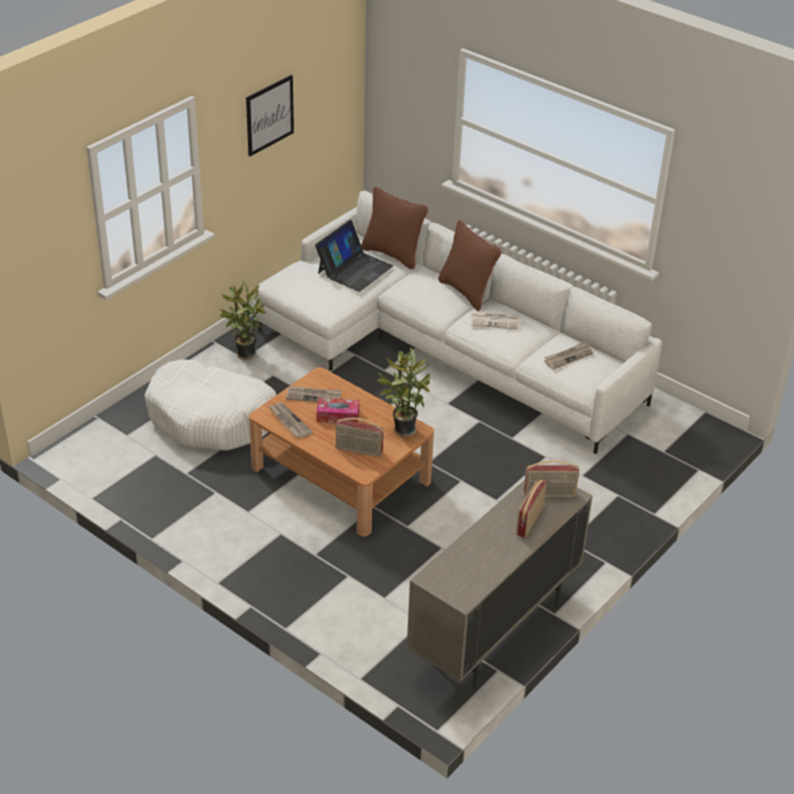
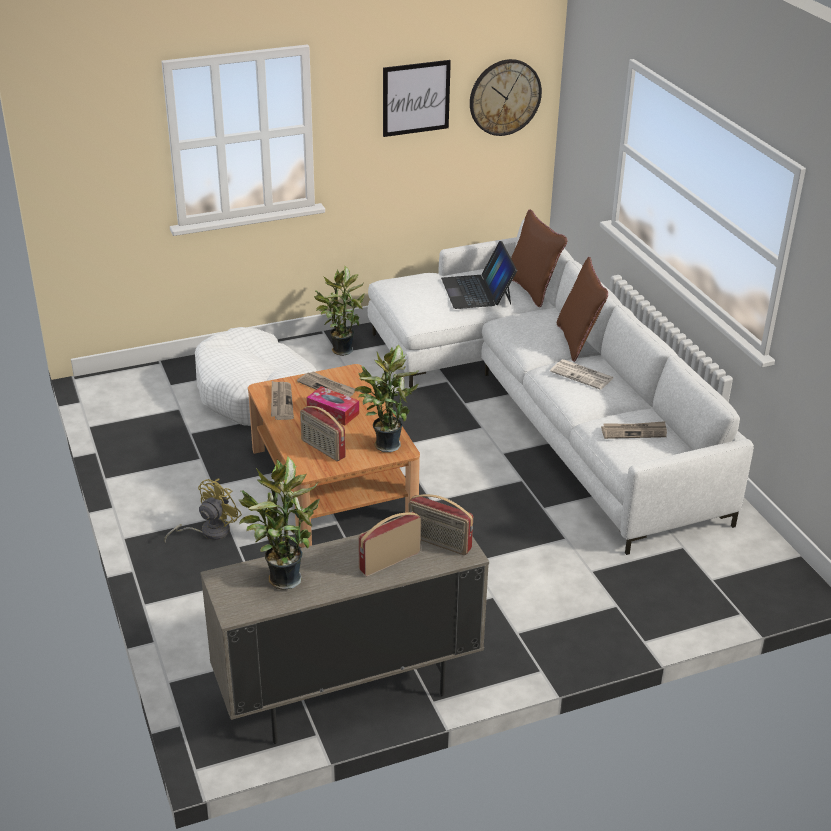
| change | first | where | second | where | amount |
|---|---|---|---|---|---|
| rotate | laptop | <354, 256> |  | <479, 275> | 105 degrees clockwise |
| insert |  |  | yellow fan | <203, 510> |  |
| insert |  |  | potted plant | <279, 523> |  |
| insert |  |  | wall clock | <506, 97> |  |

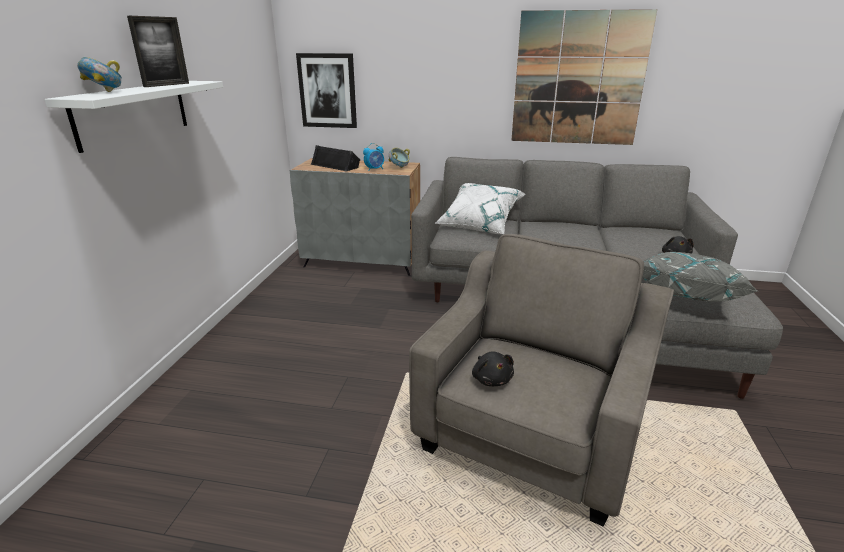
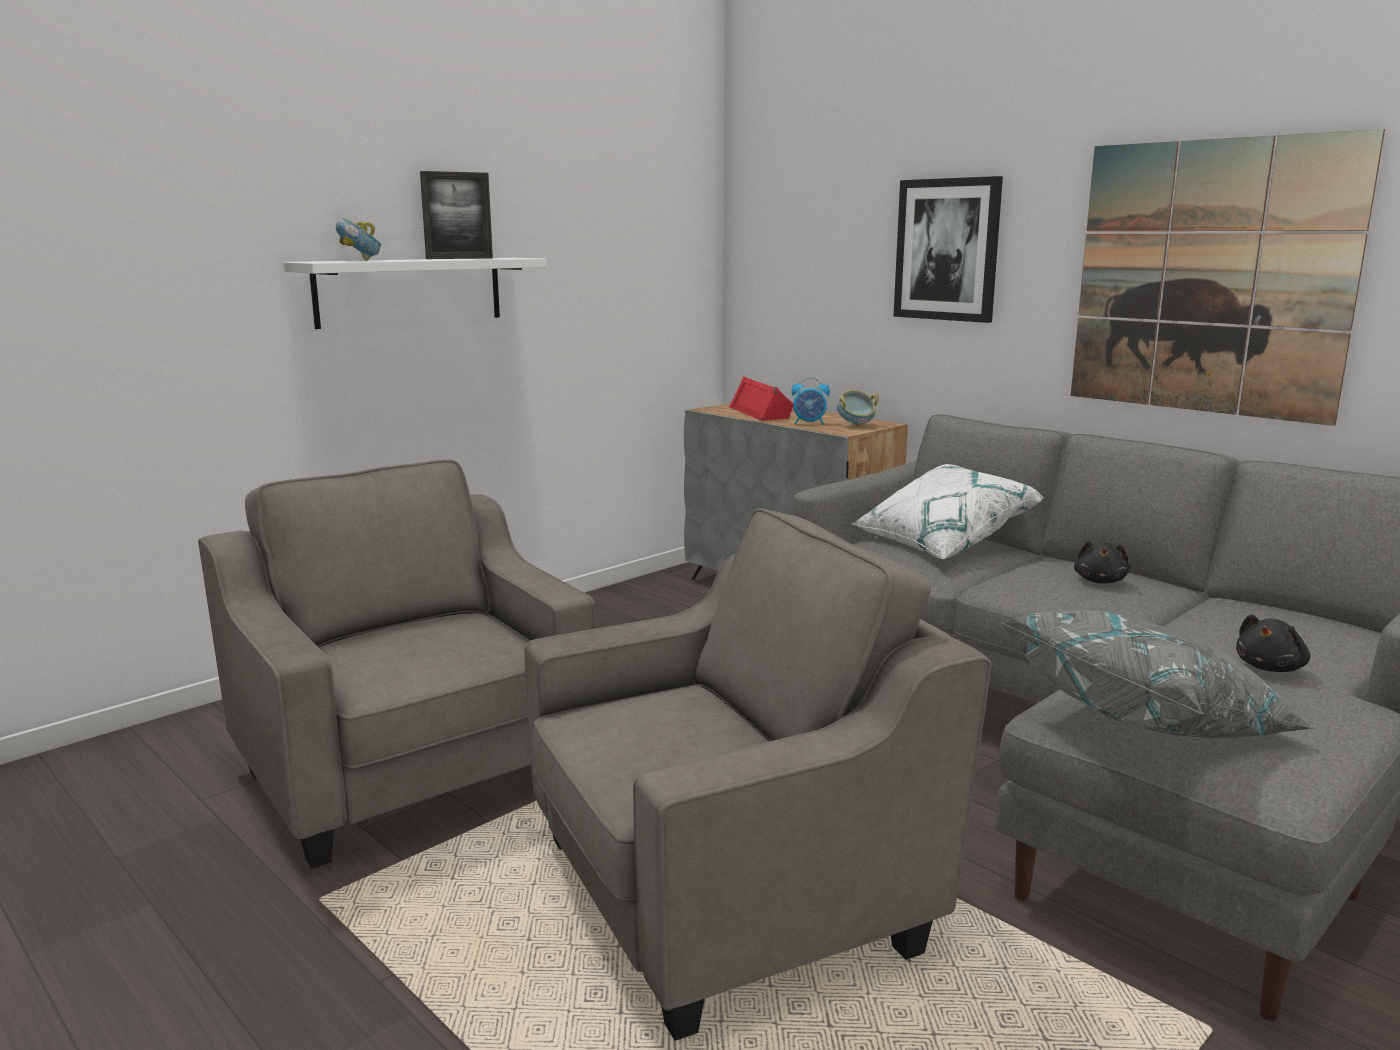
| change | first | where | second | where | amount |
|---|---|---|---|---|---|
| move | picture | <326, 90> |  | <948, 249> |  |
| recolor | black speaker | <335, 158> | red speaker | <761, 398> |  |
| move | black plush toy | <493, 368> |  | <1102, 562> |  |
| insert |  |  | grey armchair | <397, 664> |  |

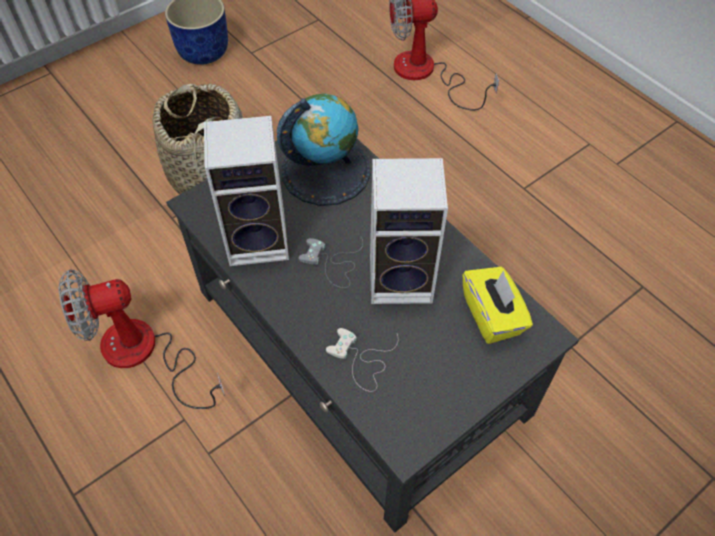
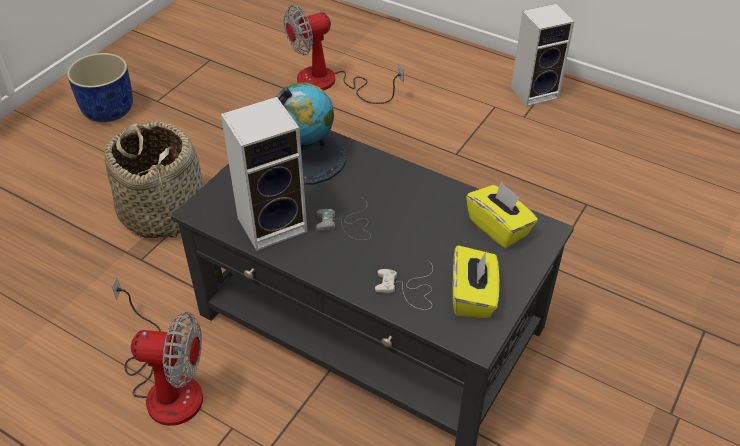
| change | first | where | second | where | amount |
|---|---|---|---|---|---|
| rotate | fan | <142, 339> |  | <157, 351> | 135 degrees counterclockwise |
| move | speaker | <409, 231> |  | <542, 55> |  |
| insert |  |  | yellow tissue box | <476, 281> |  |

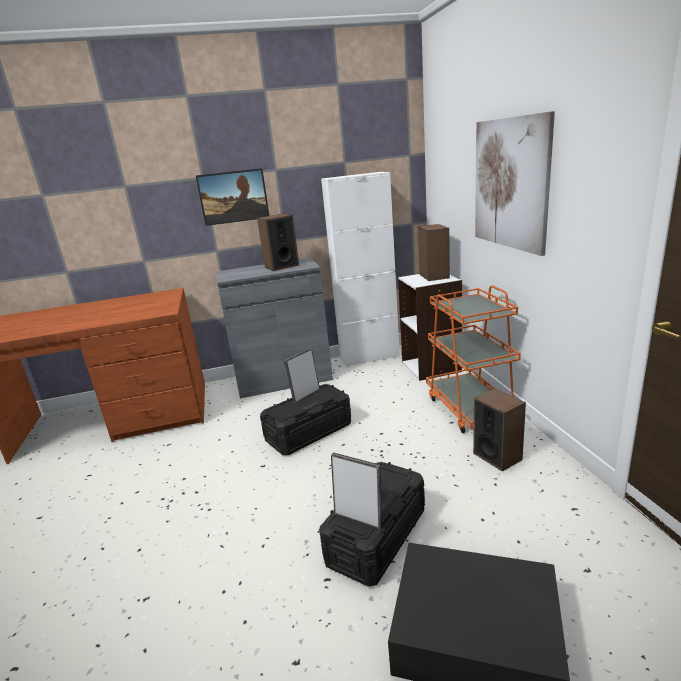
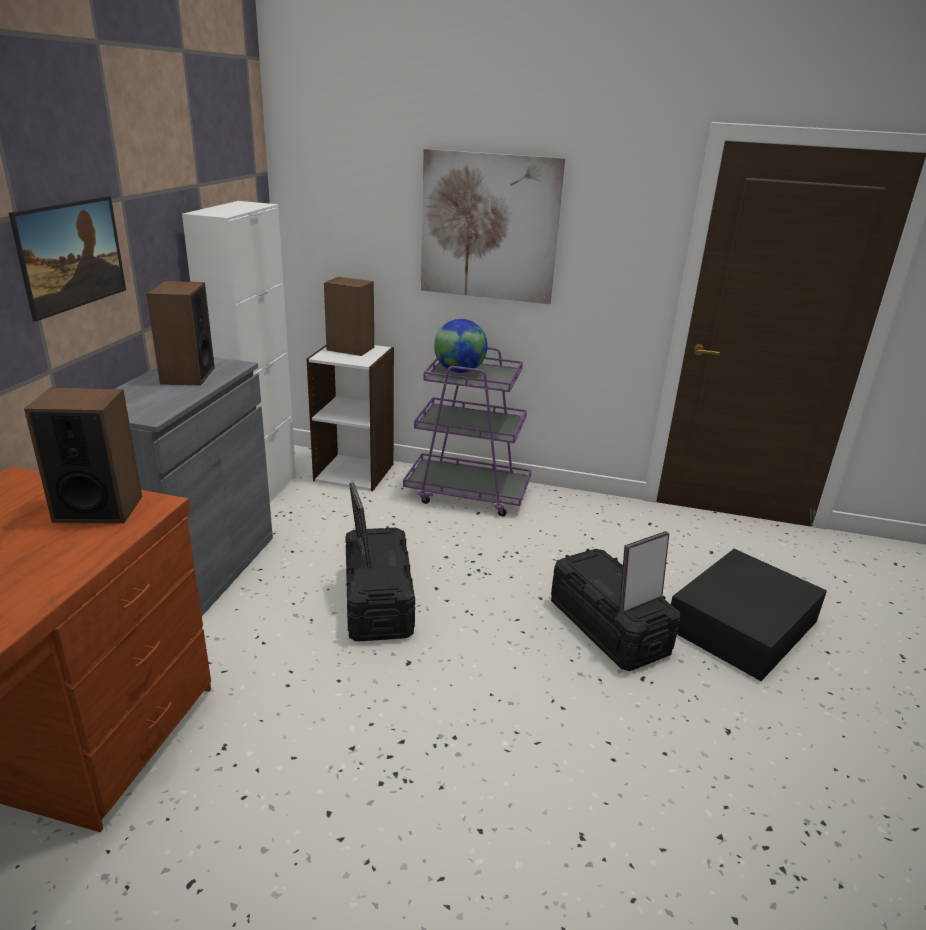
| change | first | where | second | where | amount |
|---|---|---|---|---|---|
| recolor | orange cart | <473, 359> | purple cart | <467, 432> |  |
| move | speaker | <499, 430> |  | <83, 455> |  |
| insert |  |  | globe | <461, 346> |  |

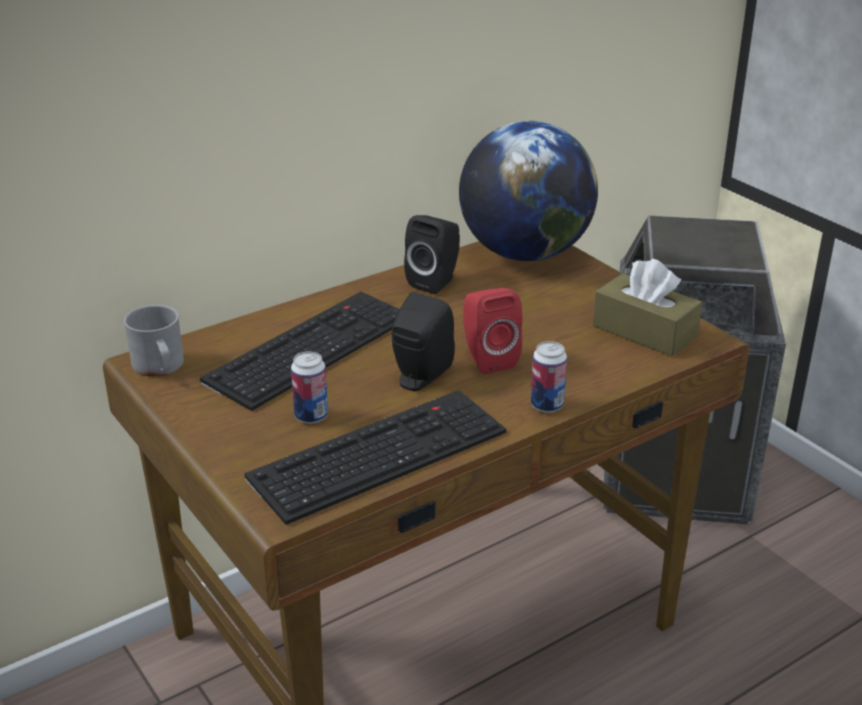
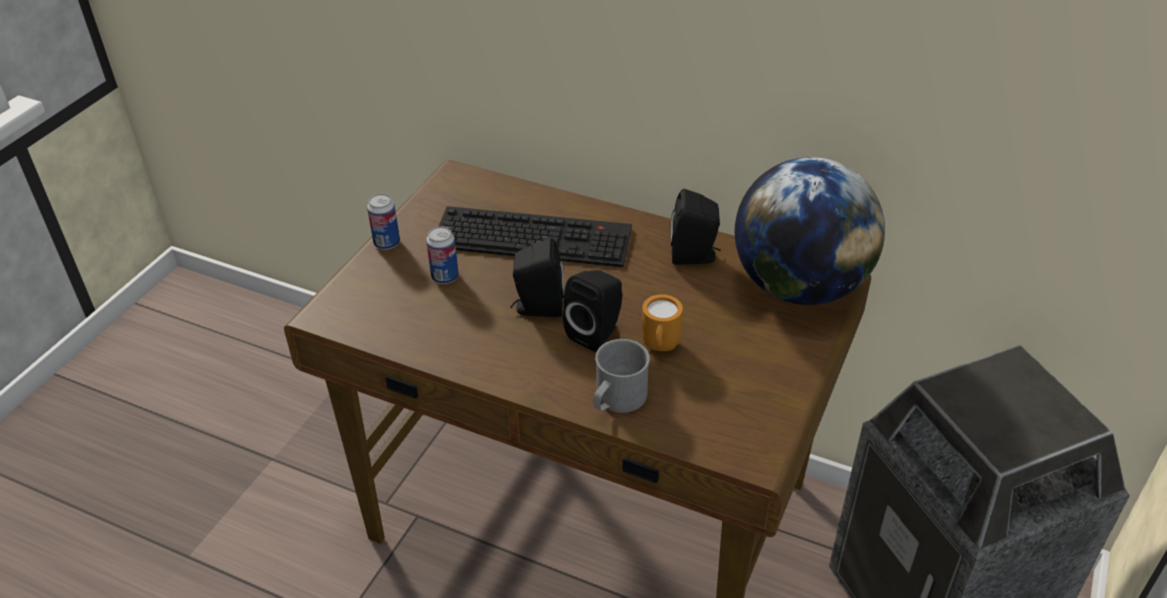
| change | first | where | second | where | amount |
|---|---|---|---|---|---|
| move | grey mug | <154, 340> |  | <622, 376> |  |
| delete | keyboard | <375, 457> |  |  |  |
| recolor | red speaker | <492, 331> | black speaker | <592, 311> |  |
| move | can | <549, 377> |  | <383, 222> |  |
| delete | brown tissue box | <647, 308> |  |  |  |
| insert |  |  | orange mug | <662, 322> |  |

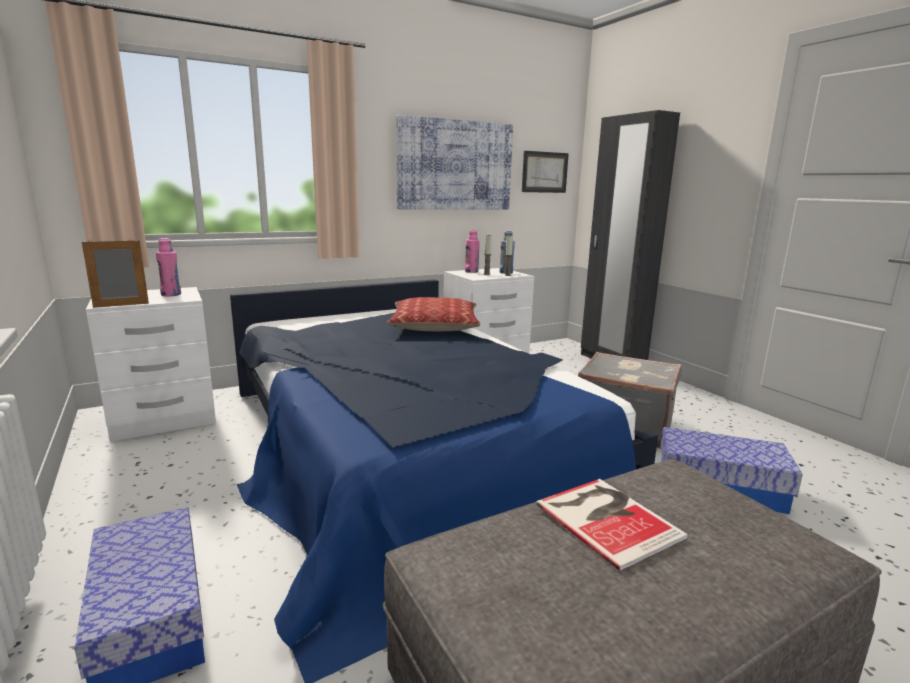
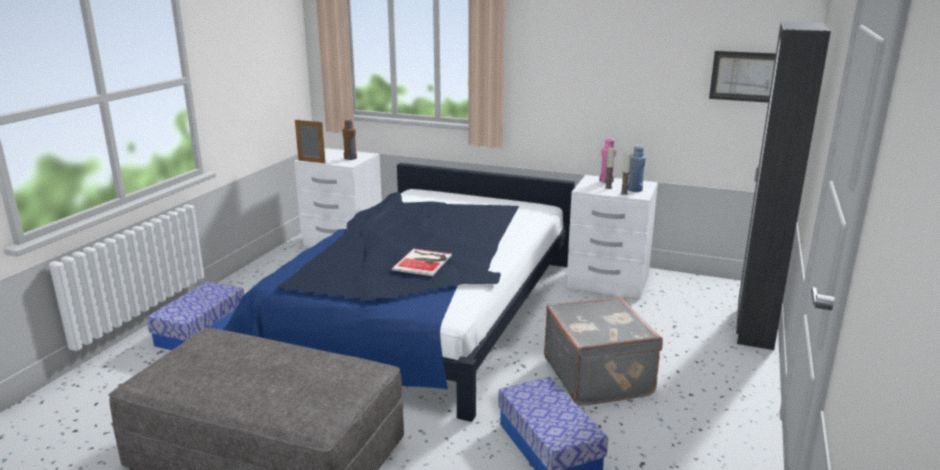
| change | first | where | second | where | amount |
|---|---|---|---|---|---|
| recolor | pink bottle | <168, 267> | brown bottle | <349, 139> |  |
| delete | pillow | <433, 314> |  |  |  |
| delete | picture | <454, 162> |  |  |  |
| move | book | <612, 525> |  | <421, 262> |  |

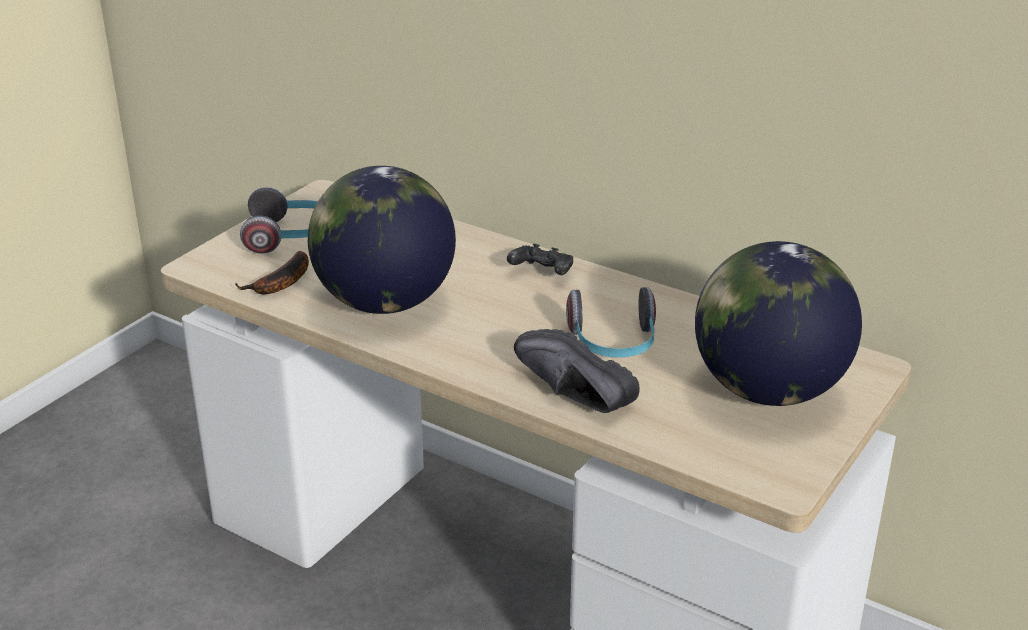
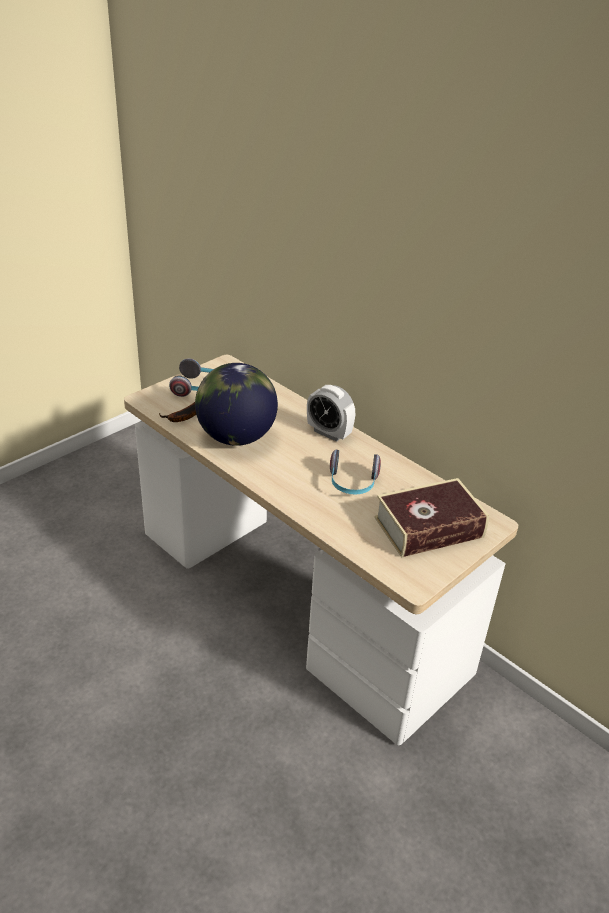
| change | first | where | second | where | amount |
|---|---|---|---|---|---|
| replace | black game controller | <540, 259> | alarm clock | <331, 413> |  |
| delete | black shoe | <577, 371> |  |  |  |
| replace | globe | <778, 323> | book | <432, 518> |  |

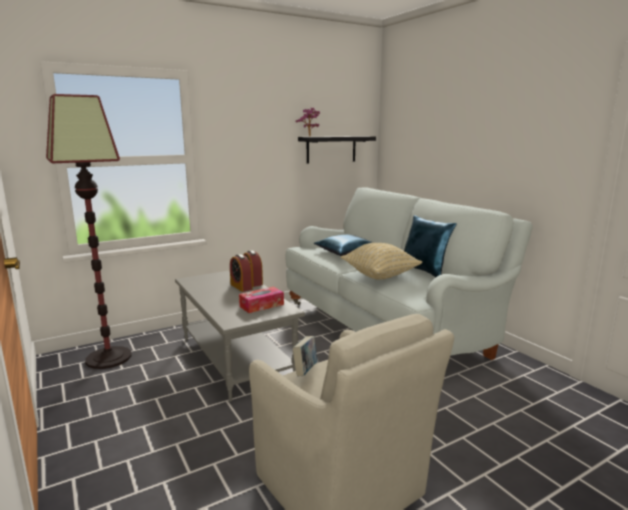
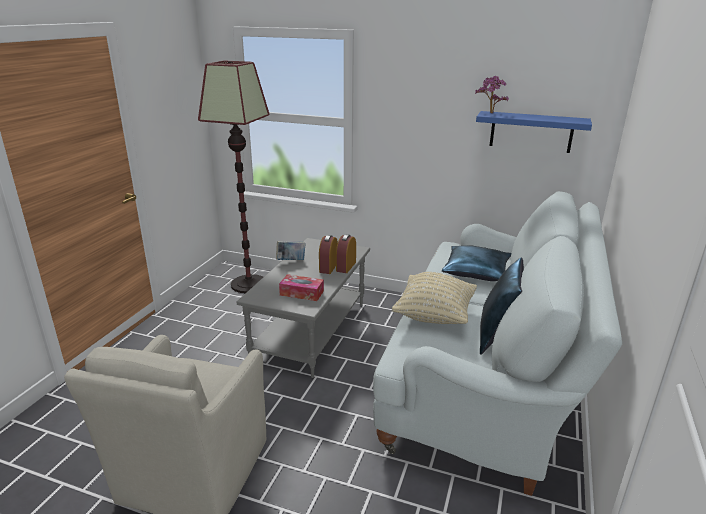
| change | first | where | second | where | amount |
|---|---|---|---|---|---|
| move | book | <305, 356> |  | <291, 250> |  |
| recolor | black shelf | <337, 150> | blue shelf | <534, 132> |  |

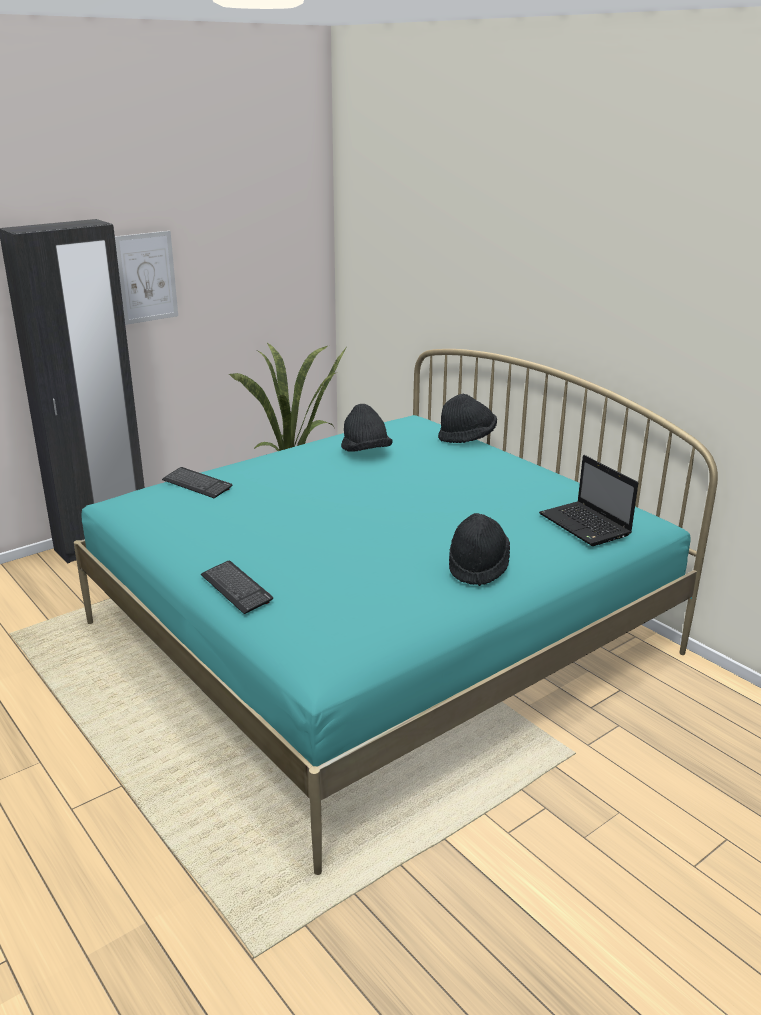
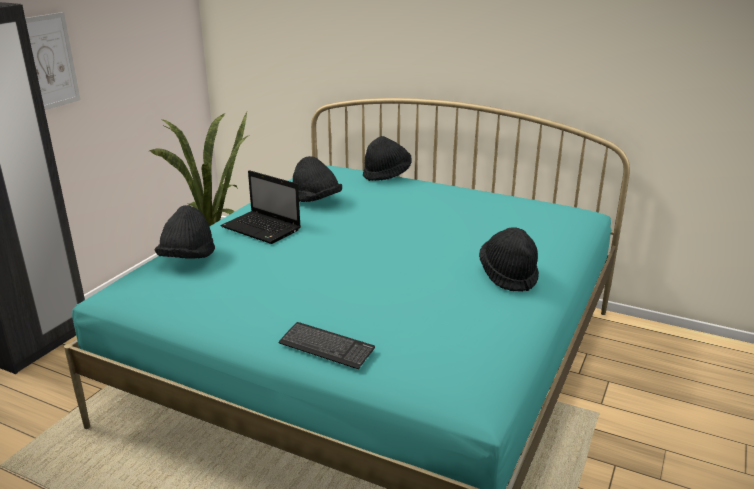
| change | first | where | second | where | amount |
|---|---|---|---|---|---|
| replace | keyboard | <197, 482> | black hat | <185, 232> |  |
| move | laptop | <588, 500> |  | <261, 207> |  |

